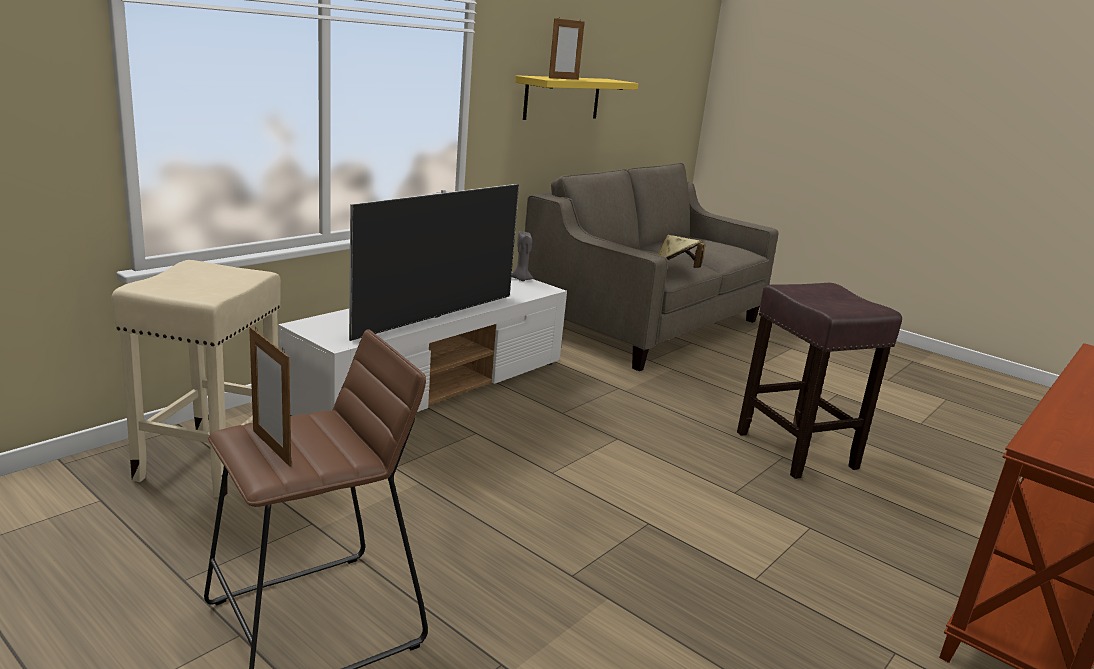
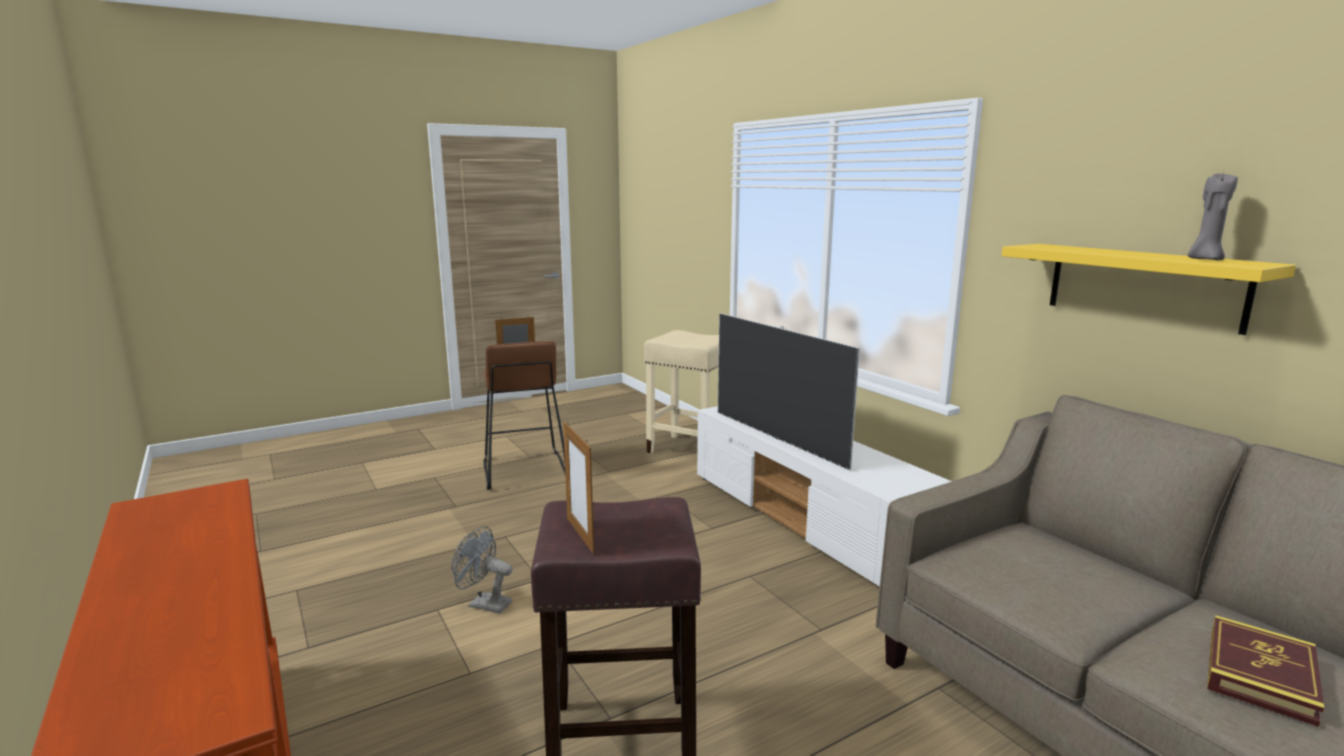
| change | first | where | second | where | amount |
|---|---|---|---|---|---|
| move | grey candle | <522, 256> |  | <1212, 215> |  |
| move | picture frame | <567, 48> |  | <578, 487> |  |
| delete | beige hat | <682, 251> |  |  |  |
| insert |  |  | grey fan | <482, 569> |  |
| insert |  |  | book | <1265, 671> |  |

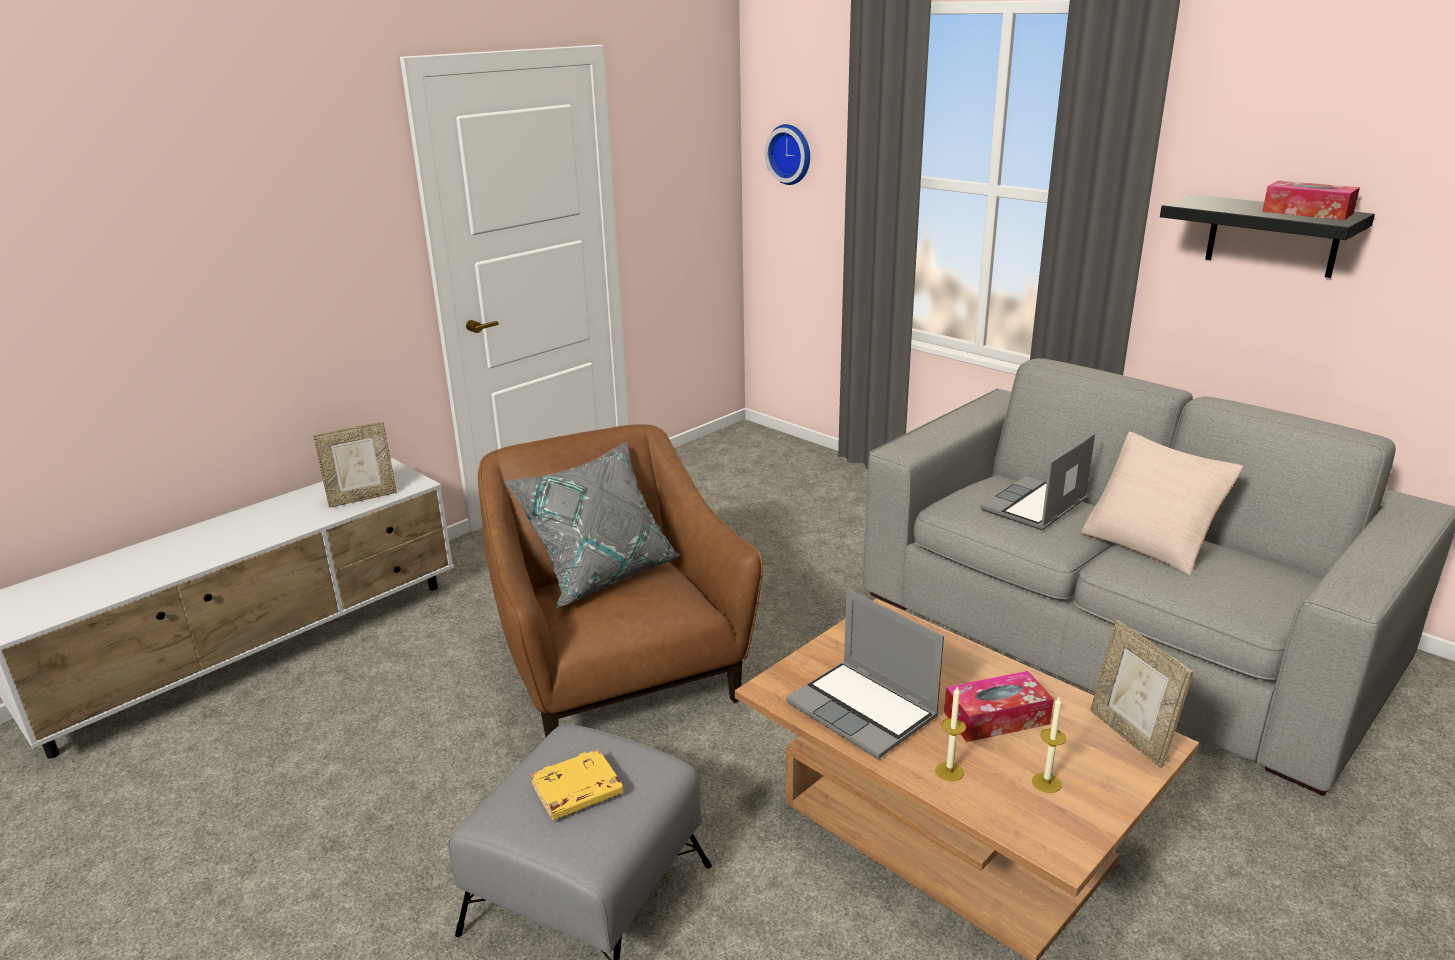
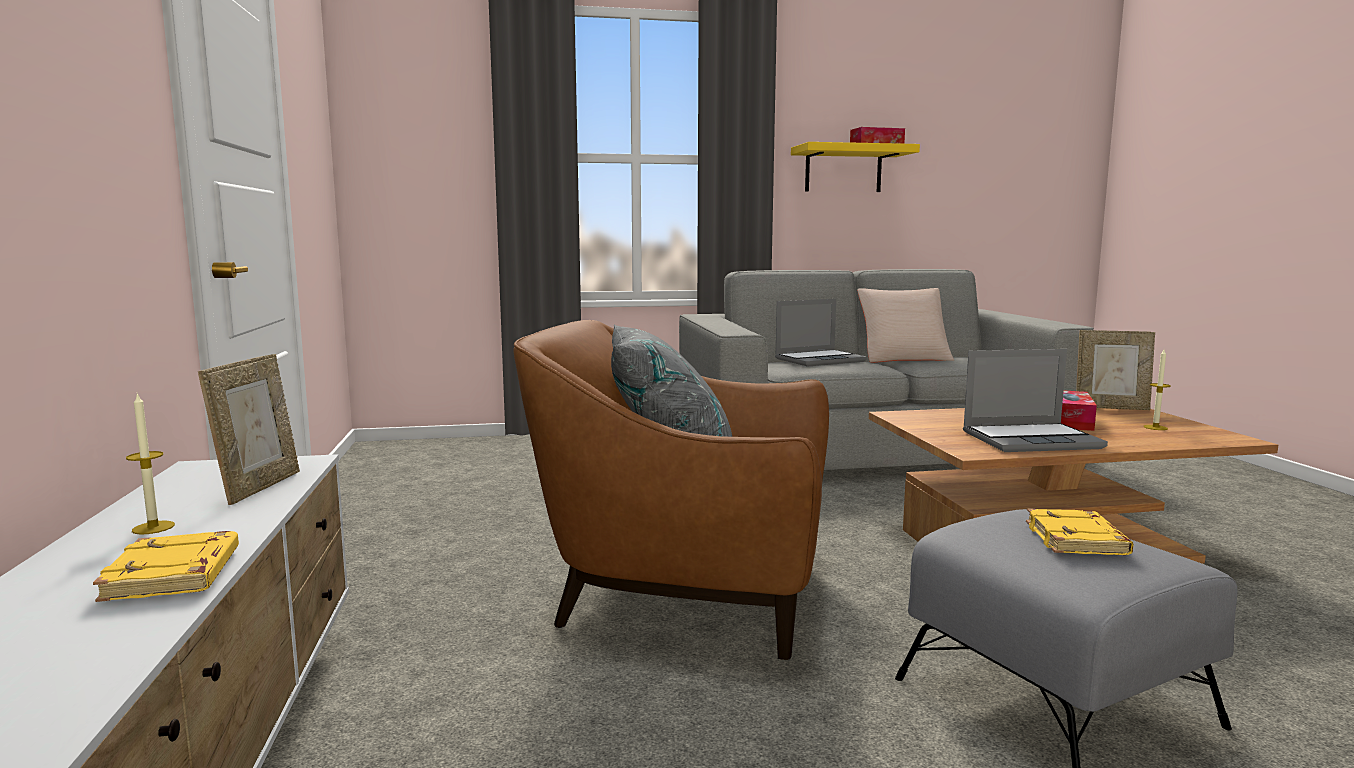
| change | first | where | second | where | amount |
|---|---|---|---|---|---|
| delete | wall clock | <787, 154> |  |  |  |
| move | candle | <950, 733> |  | <150, 464> |  |
| rotate | laptop | <1037, 481> |  | <821, 333> | 105 degrees counterclockwise |
| recolor | black shelf | <1267, 236> | yellow shelf | <855, 167> |  |
| insert |  |  | yellow book | <166, 566> |  |

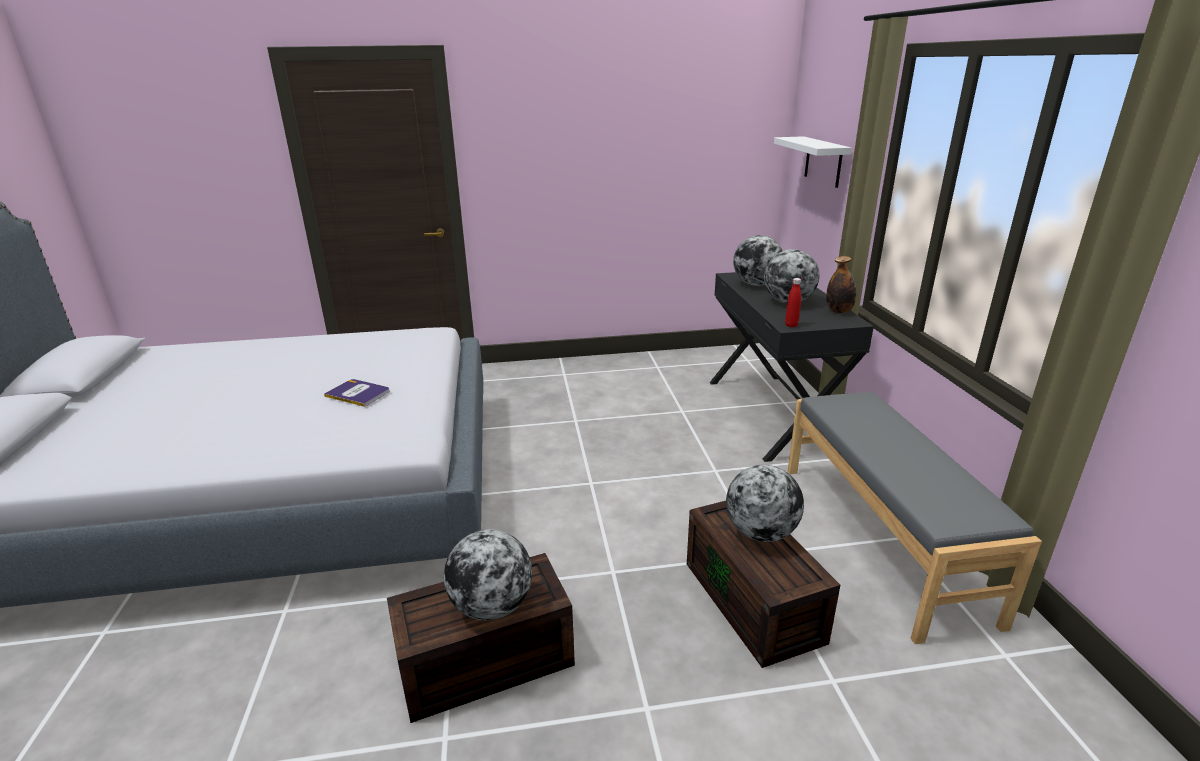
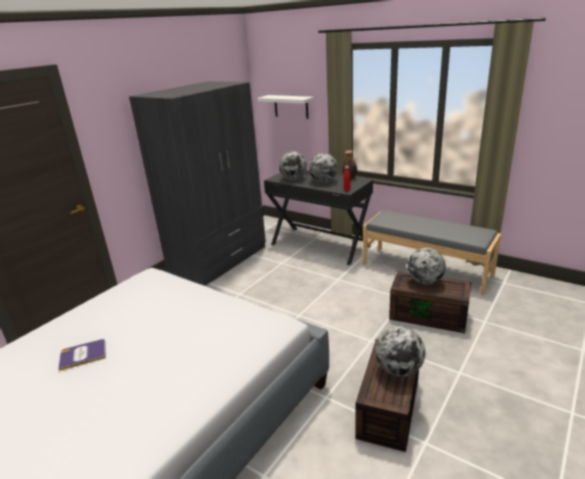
| change | first | where | second | where | amount |
|---|---|---|---|---|---|
| move | book | <356, 393> |  | <82, 355> |  |
| insert |  |  | grey wardrobe | <197, 183> |  |

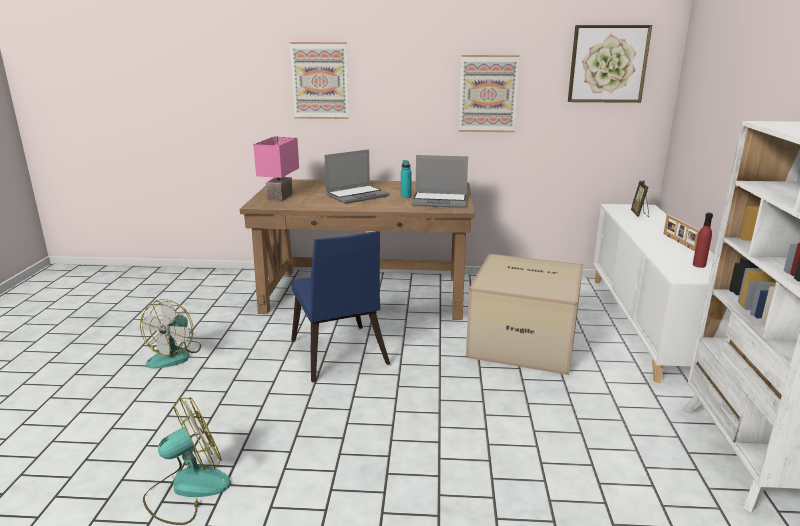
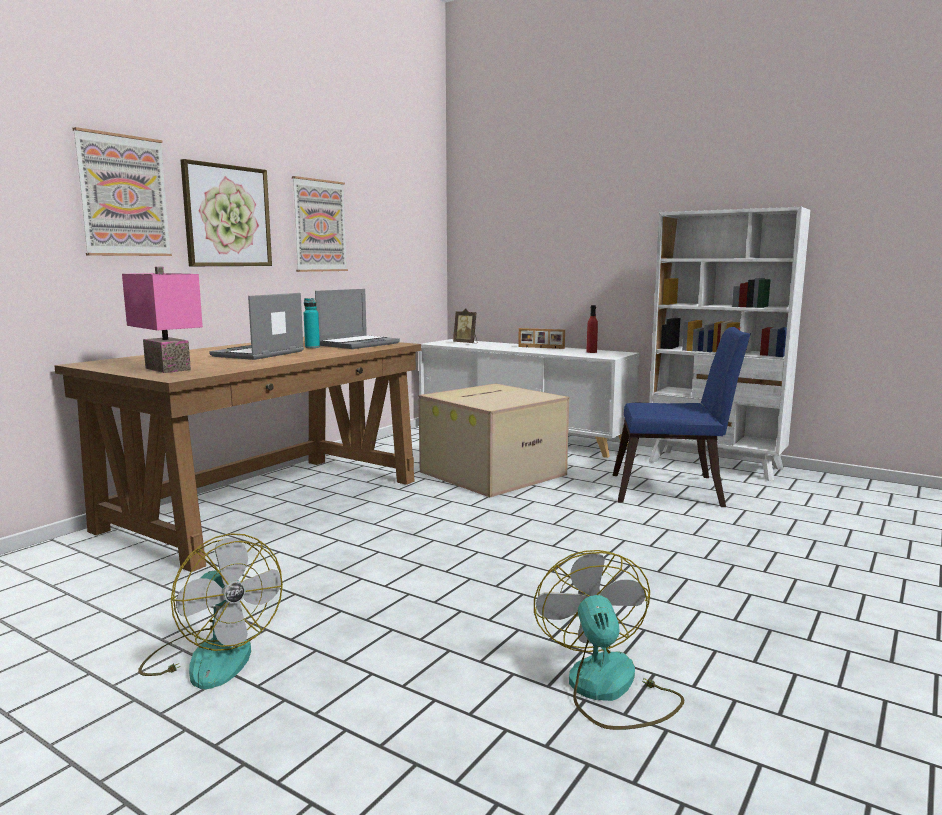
| change | first | where | second | where | amount |
|---|---|---|---|---|---|
| move | blue chair | <340, 307> |  | <681, 417> |  |
| rotate | laptop | <356, 176> |  | <256, 326> | 150 degrees counterclockwise |
| move | picture | <610, 64> |  | <226, 212> |  |

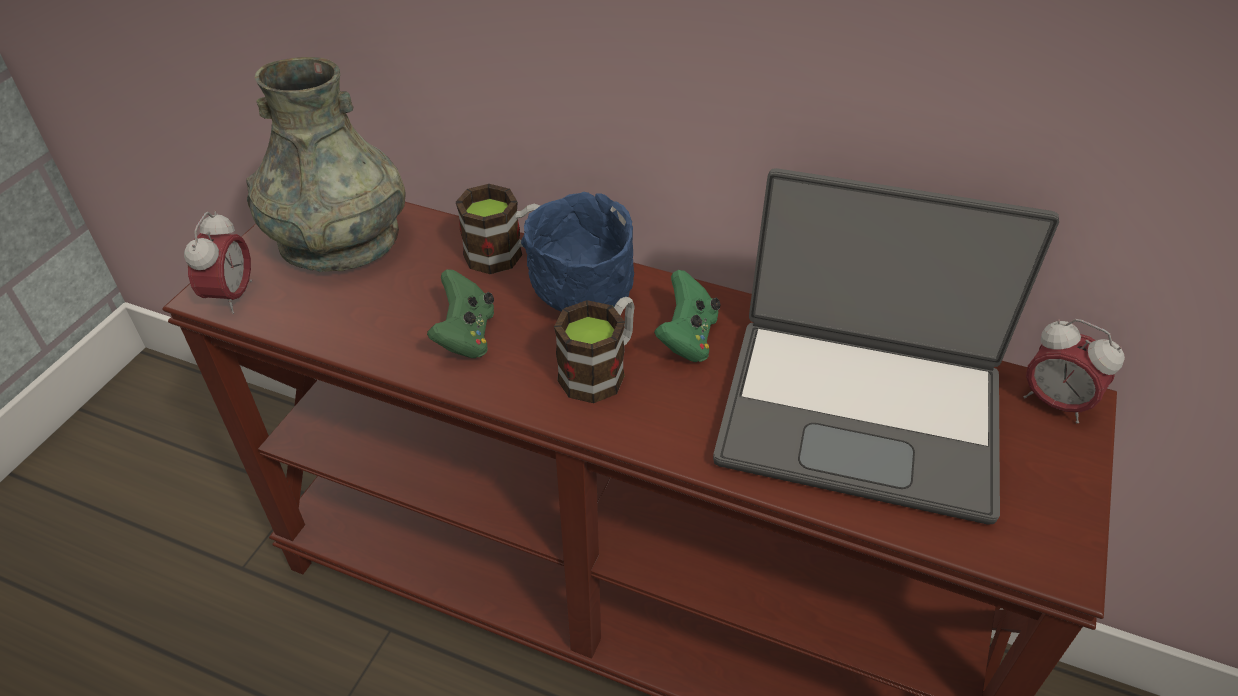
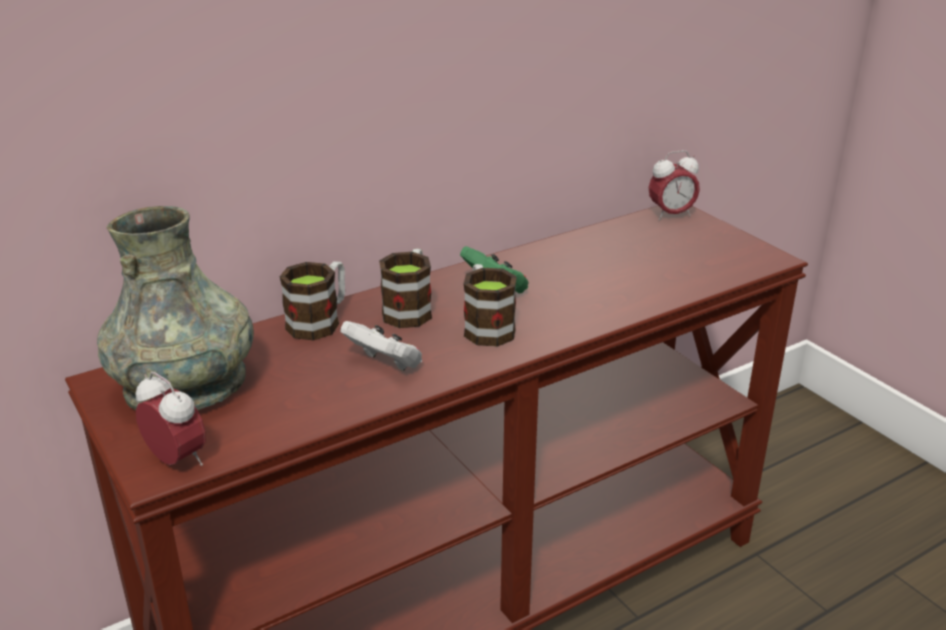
| change | first | where | second | where | amount |
|---|---|---|---|---|---|
| recolor | green game controller | <460, 313> | white game controller | <381, 346> |  |
| replace | blue bowl | <577, 252> | mug | <405, 288> |  |
| delete | laptop | <886, 346> |  |  |  |

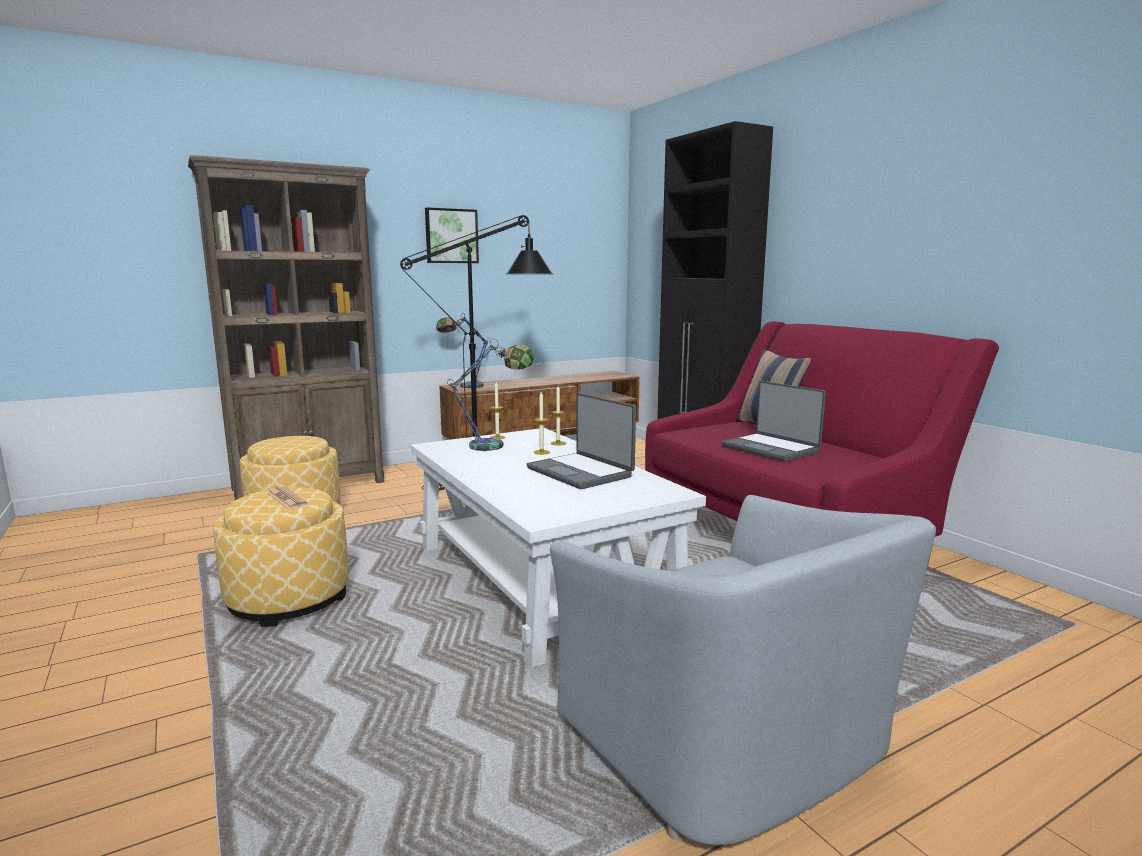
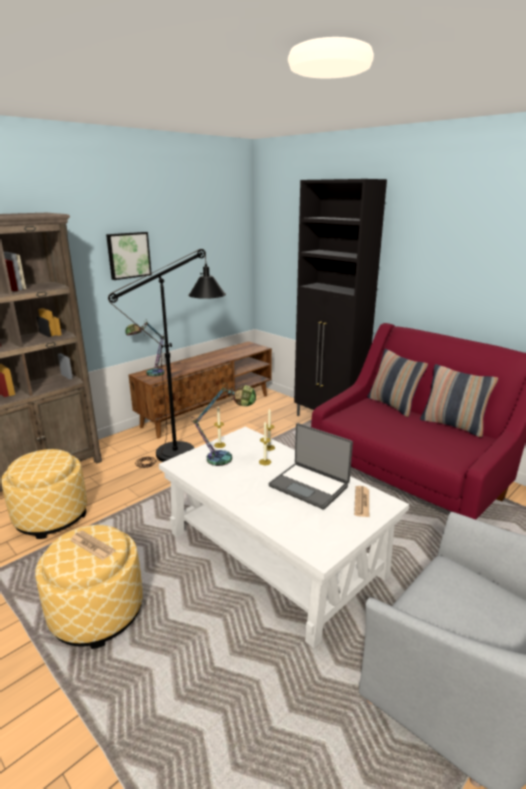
| change | first | where | second | where | amount |
|---|---|---|---|---|---|
| delete | laptop | <773, 421> |  |  |  |
| insert |  |  | newspaper | <361, 501> |  |
| insert |  |  | pillow | <459, 400> |  |

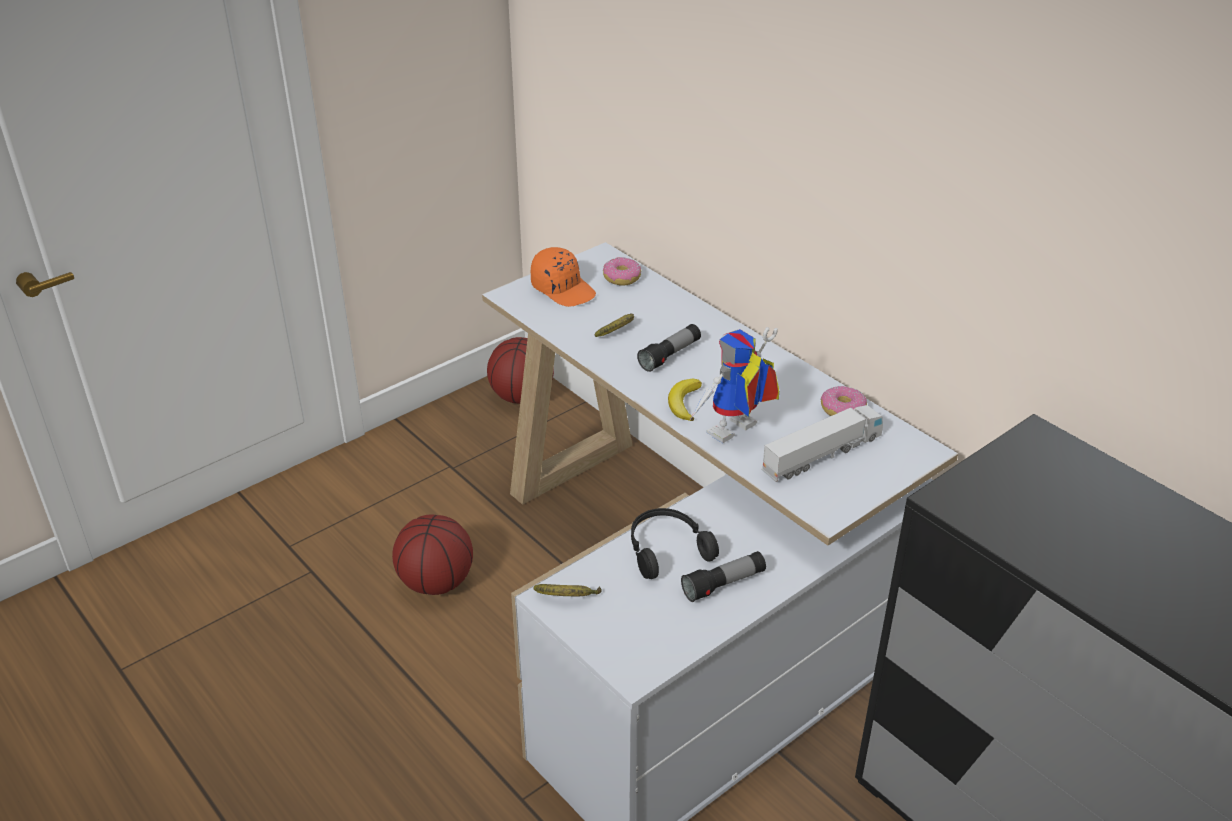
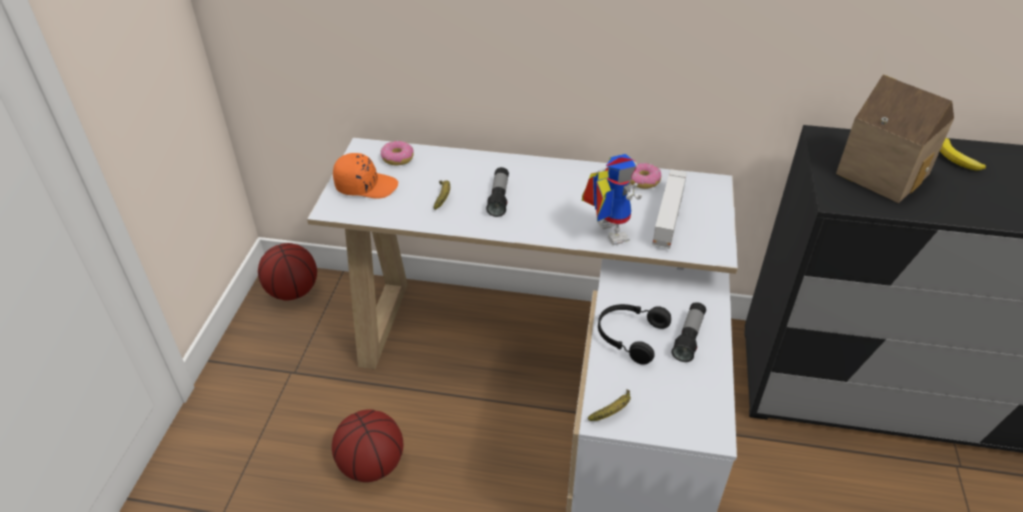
| change | first | where | second | where | amount |
|---|---|---|---|---|---|
| move | banana | <685, 400> |  | <963, 154> |  |
| rotate | toy robot | <735, 385> |  | <612, 199> | 150 degrees clockwise |
| insert |  |  | toy house | <895, 139> |  |

